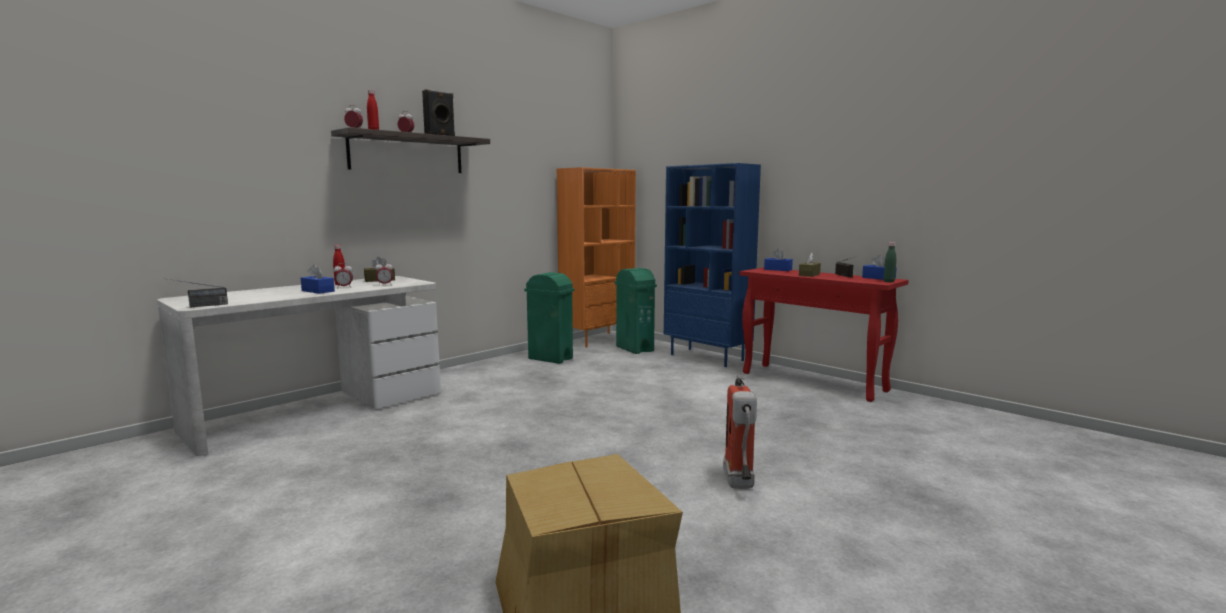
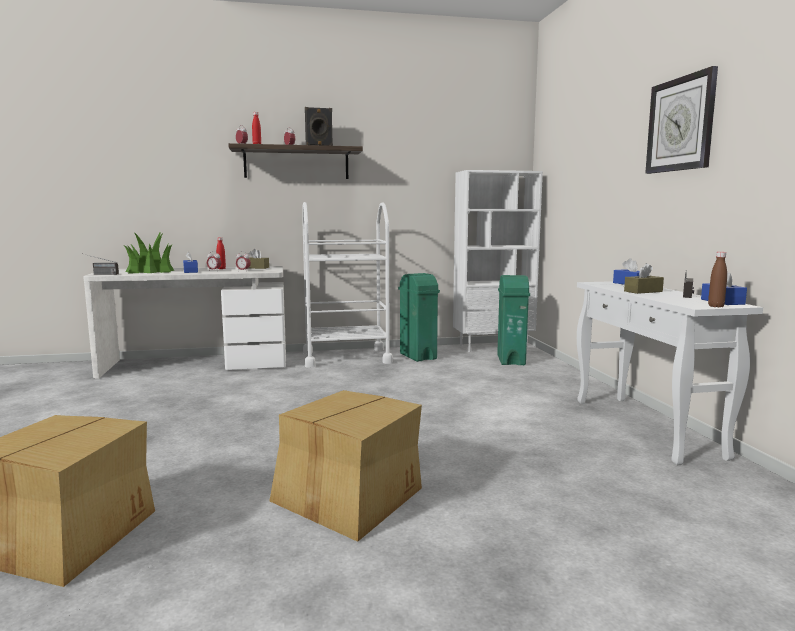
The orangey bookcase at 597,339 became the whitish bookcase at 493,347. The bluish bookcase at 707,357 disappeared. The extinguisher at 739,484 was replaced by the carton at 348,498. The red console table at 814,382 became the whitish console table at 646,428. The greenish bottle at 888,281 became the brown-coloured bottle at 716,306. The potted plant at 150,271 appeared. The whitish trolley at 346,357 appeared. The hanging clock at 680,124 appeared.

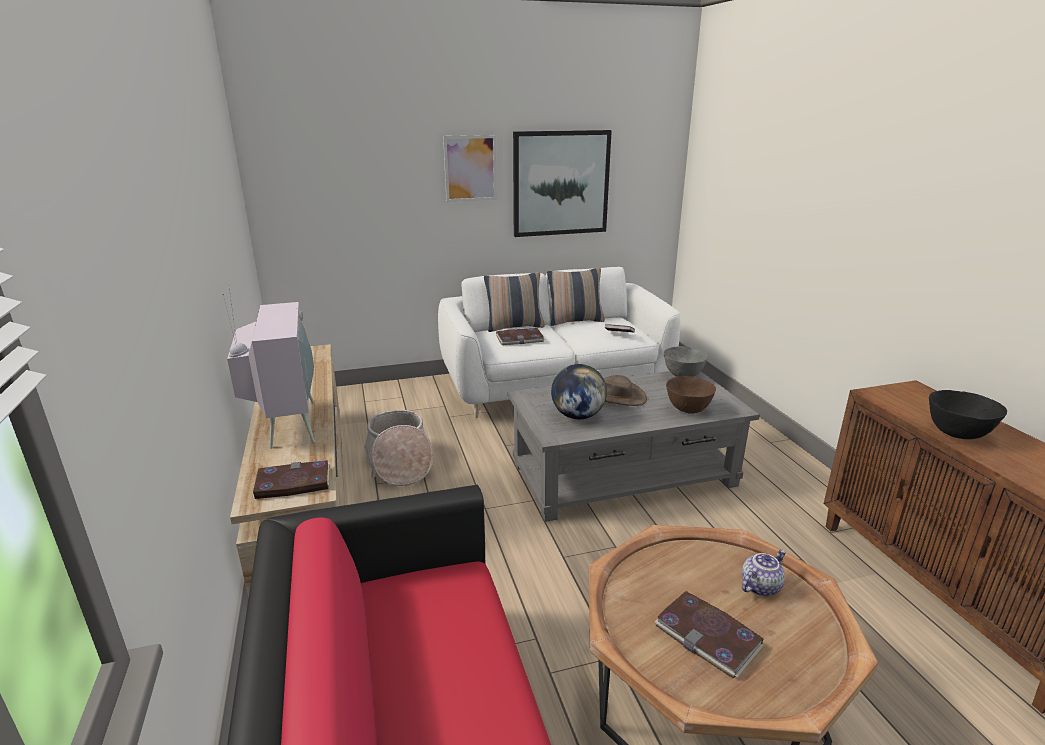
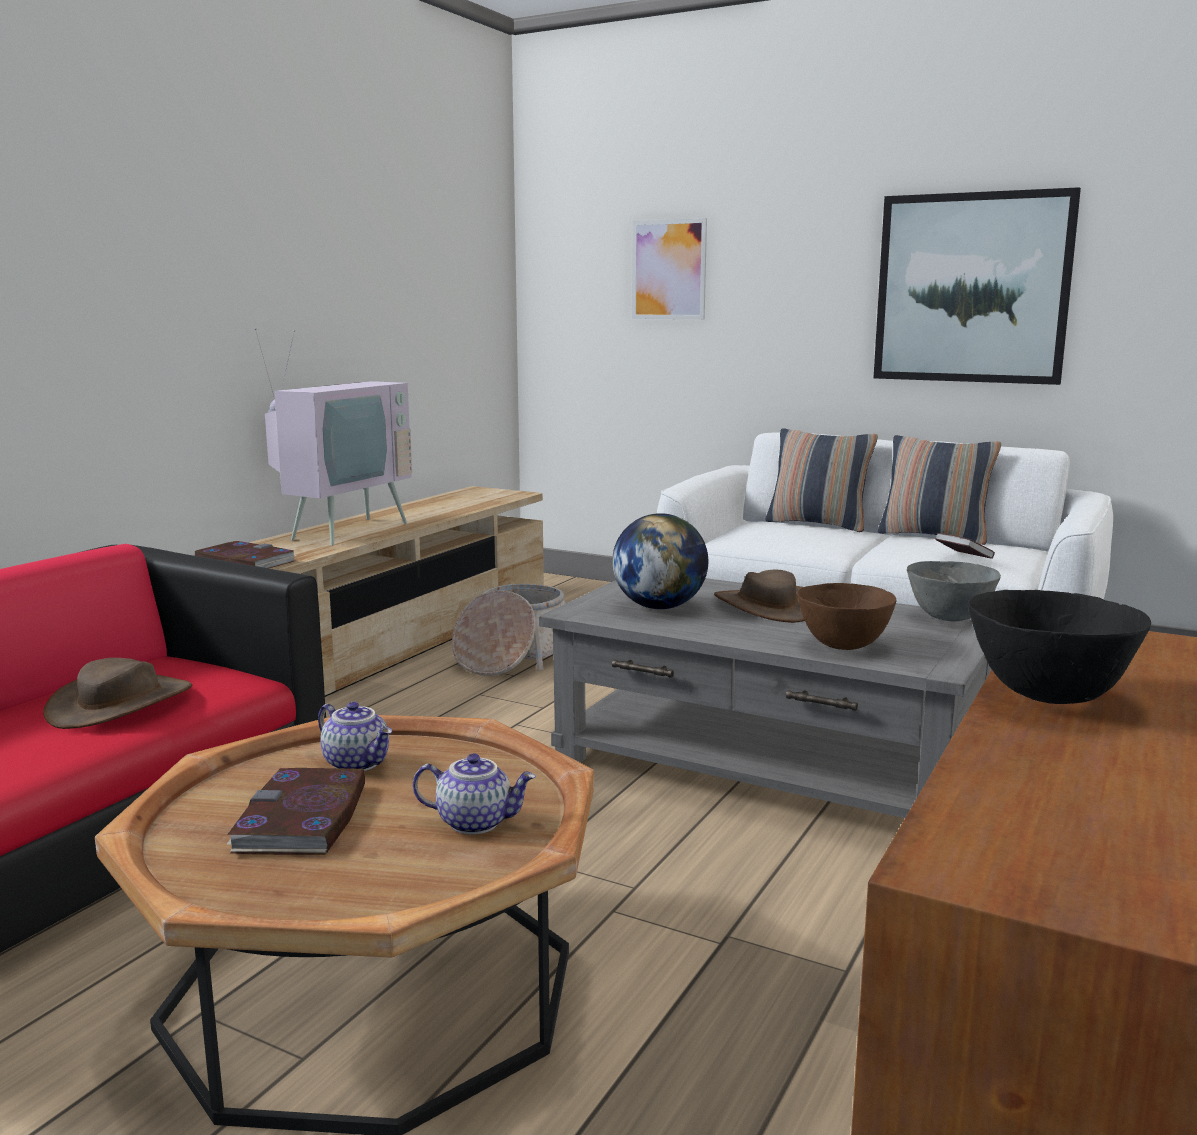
The wall art moved from 470,168 to 668,269. The book at 520,339 disappeared. The brown-coloured hat at 121,703 appeared. The pot for tea at 358,763 appeared.

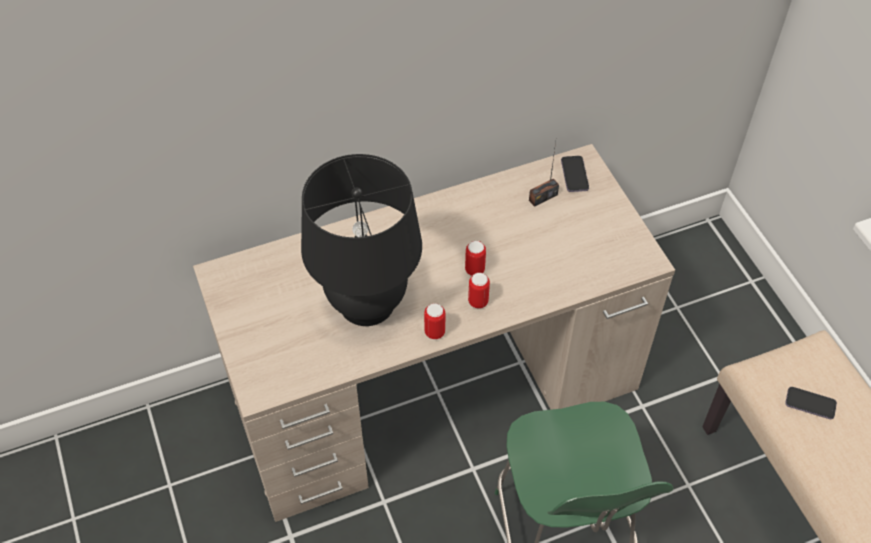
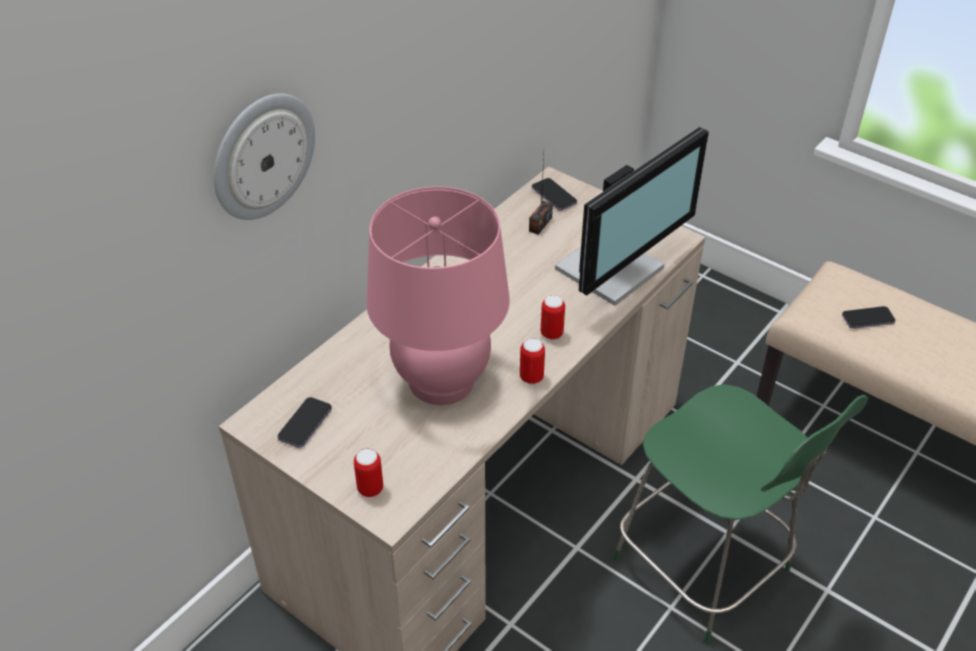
The black table lamp at 367,303 became the pink-coloured table lamp at 441,380. The sealed can moved from 474,270 to 370,489. The hanging clock at 262,156 appeared. The telephone at 305,424 appeared. The monitor at 614,270 appeared.

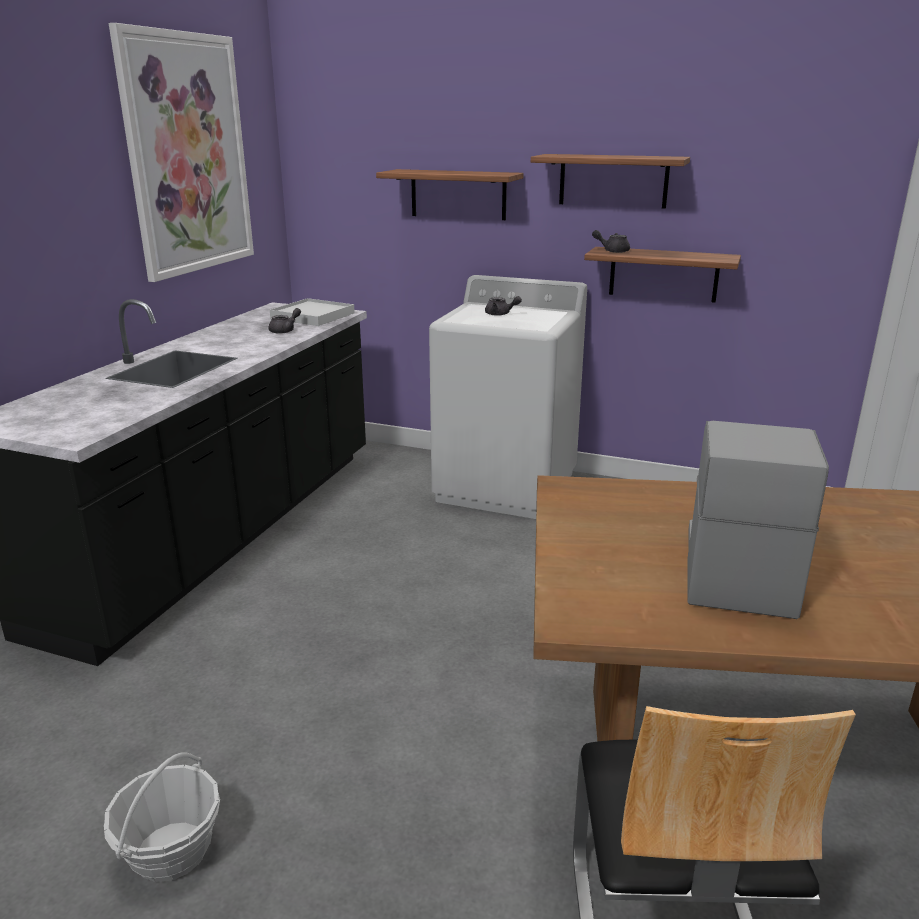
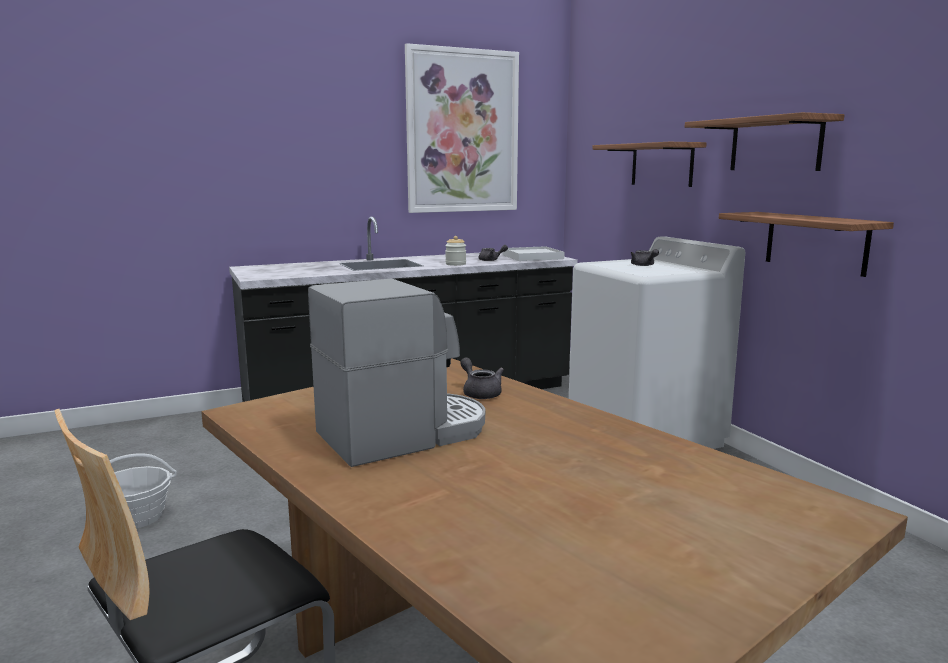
The grey pot for tea moved from 612,251 to 480,393. The jar at 455,264 appeared.

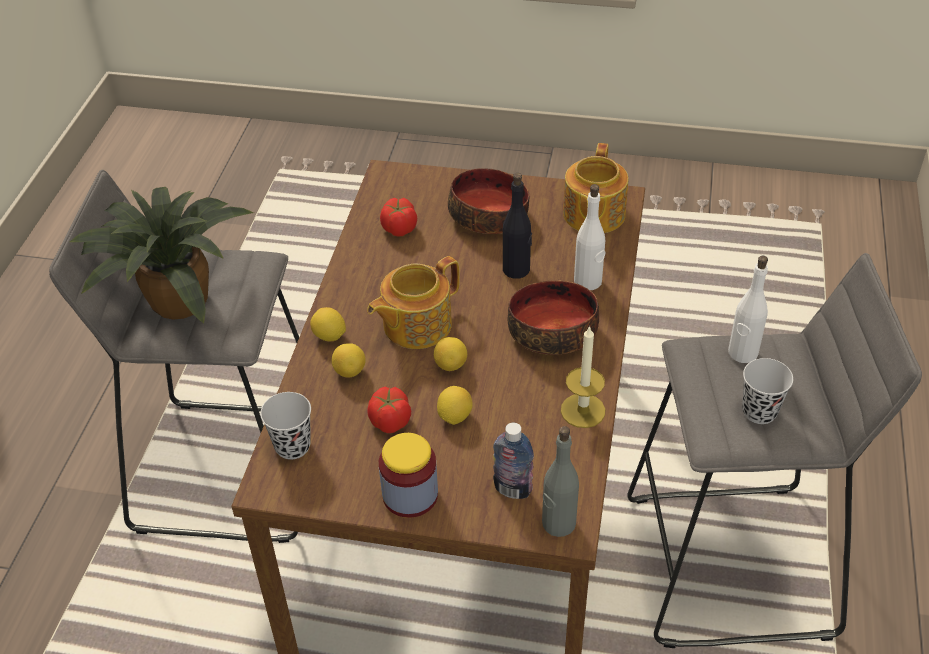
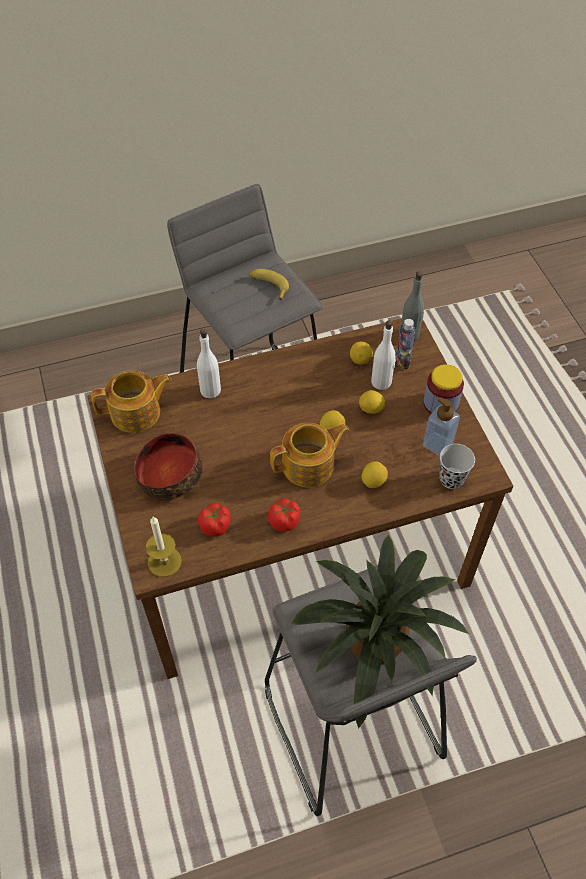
The citrus fruit moved from 329,336 to 360,360. The pot for tea at 415,325 turned 45 degrees counterclockwise. The whole tomato moved from 390,421 to 284,521. The black bottle at 516,269 disappeared. The bowl at 553,331 disappeared. The wax light moved from 583,410 to 164,561. The whitish bottle moved from 742,353 to 381,382. The black drinking cup at 759,411 was replaced by the banana fruit at 268,286. The soap dispenser at 437,444 appeared.

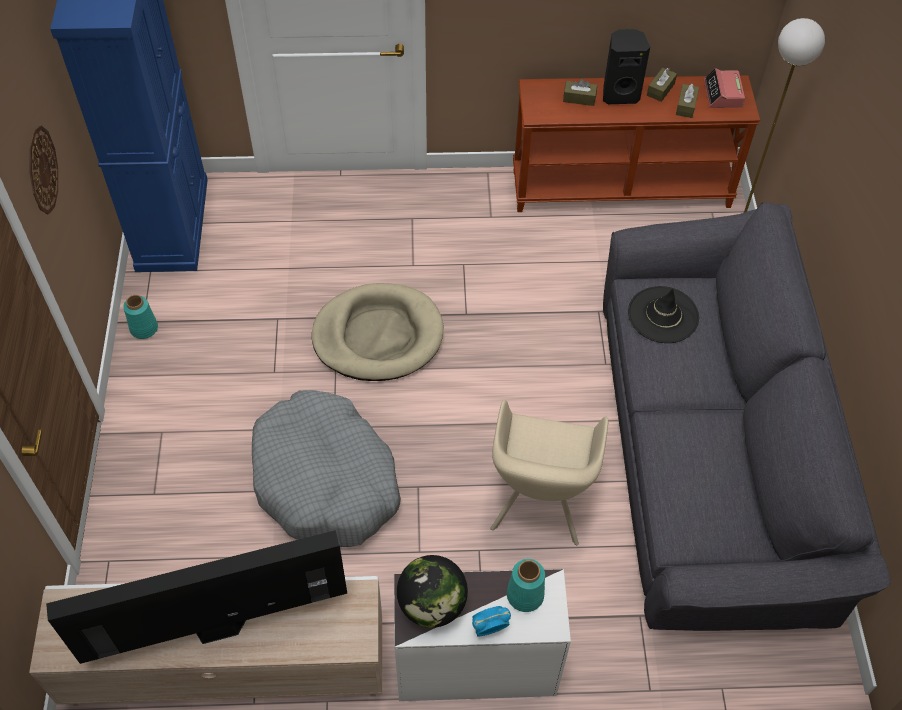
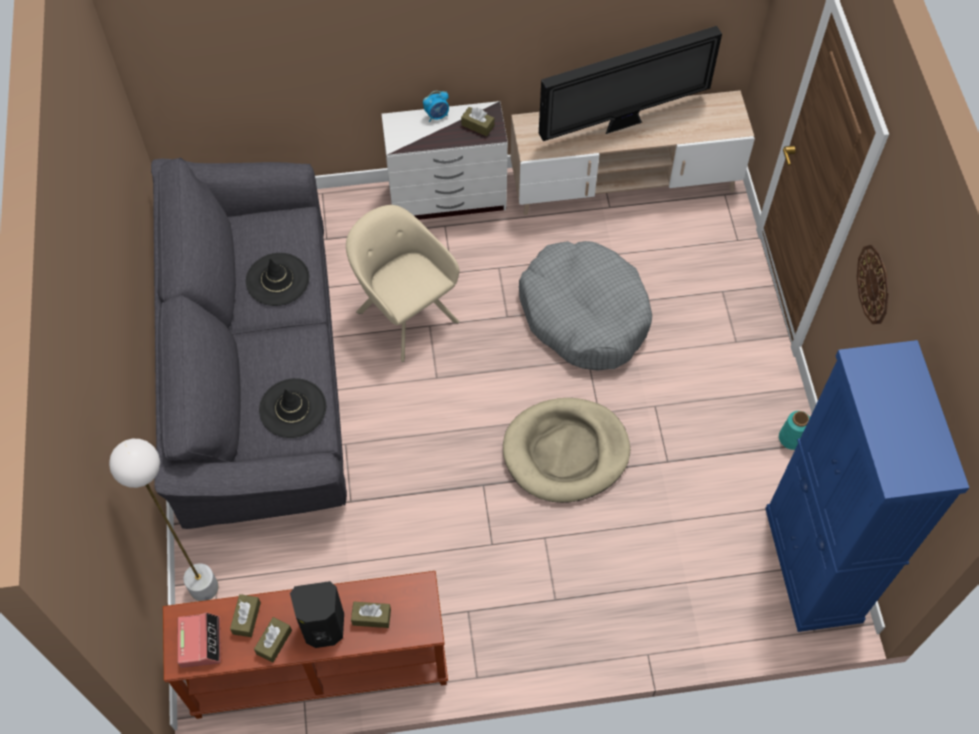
The globe at 432,604 was replaced by the brown-coloured tissue box at 477,125. The beige easy chair at 540,502 turned 45 degrees counterclockwise. The turquoise-coloured vase at 525,594 disappeared. The black hat at 277,280 appeared.

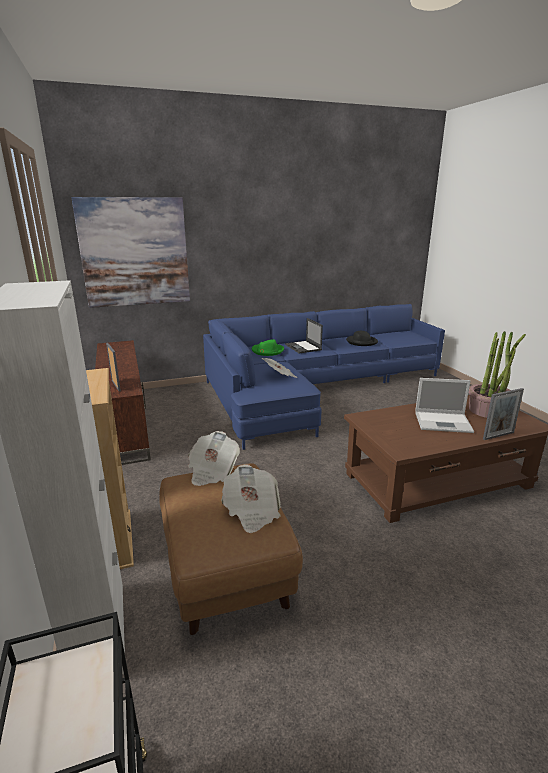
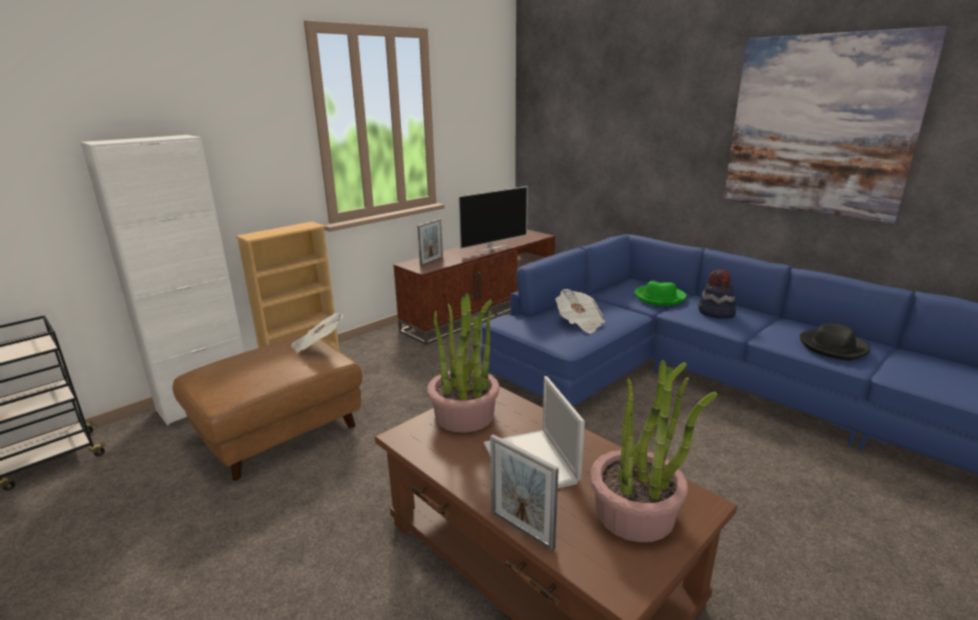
The wall art moved from 135,252 to 819,126. The daily paper at 251,511 disappeared. The portable computer at 303,347 was replaced by the hat at 715,313. The potted plant at 464,416 appeared. The TV set at 492,248 appeared.

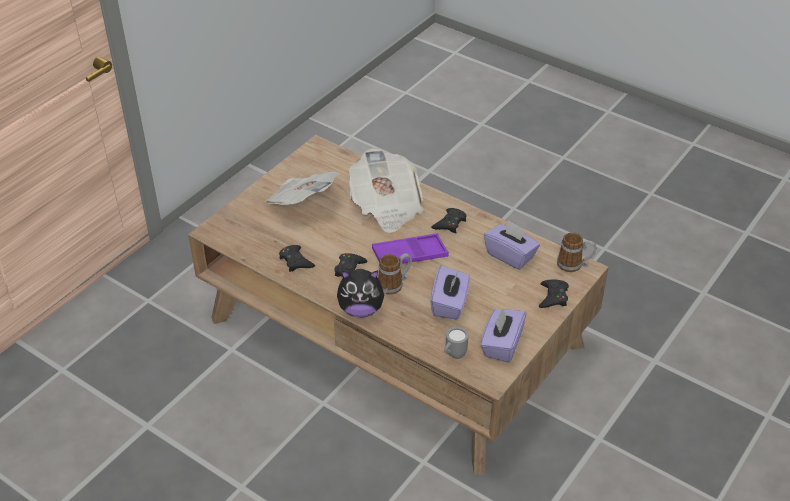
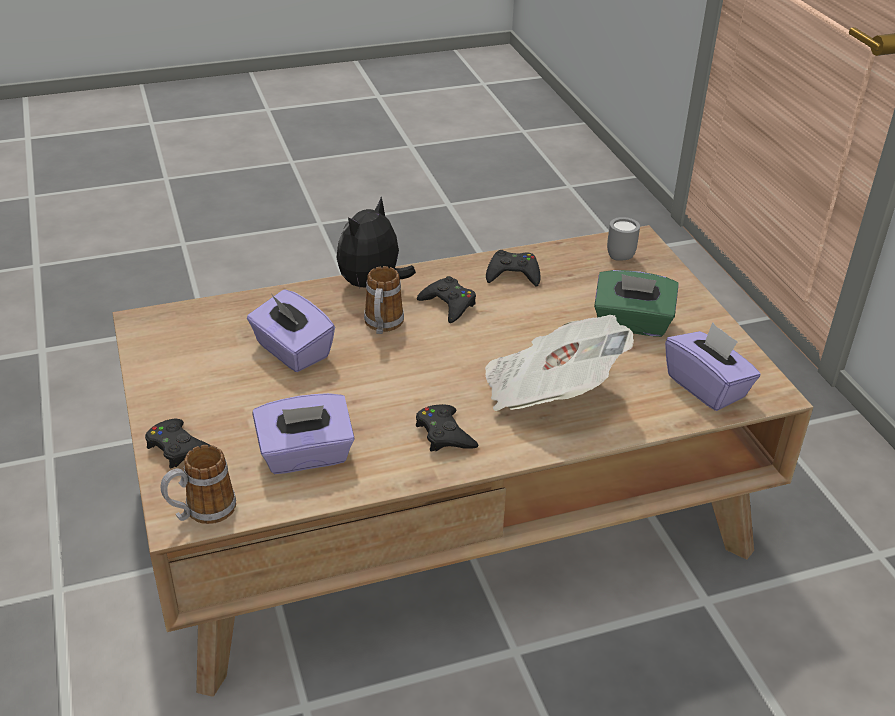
The daily paper at 302,203 was replaced by the greenish tissue box at 632,323. The purple-coloured tray at 410,255 disappeared. The grey coffee mug moved from 453,355 to 619,254. The purple-coloured tissue box moved from 501,345 to 706,387.

